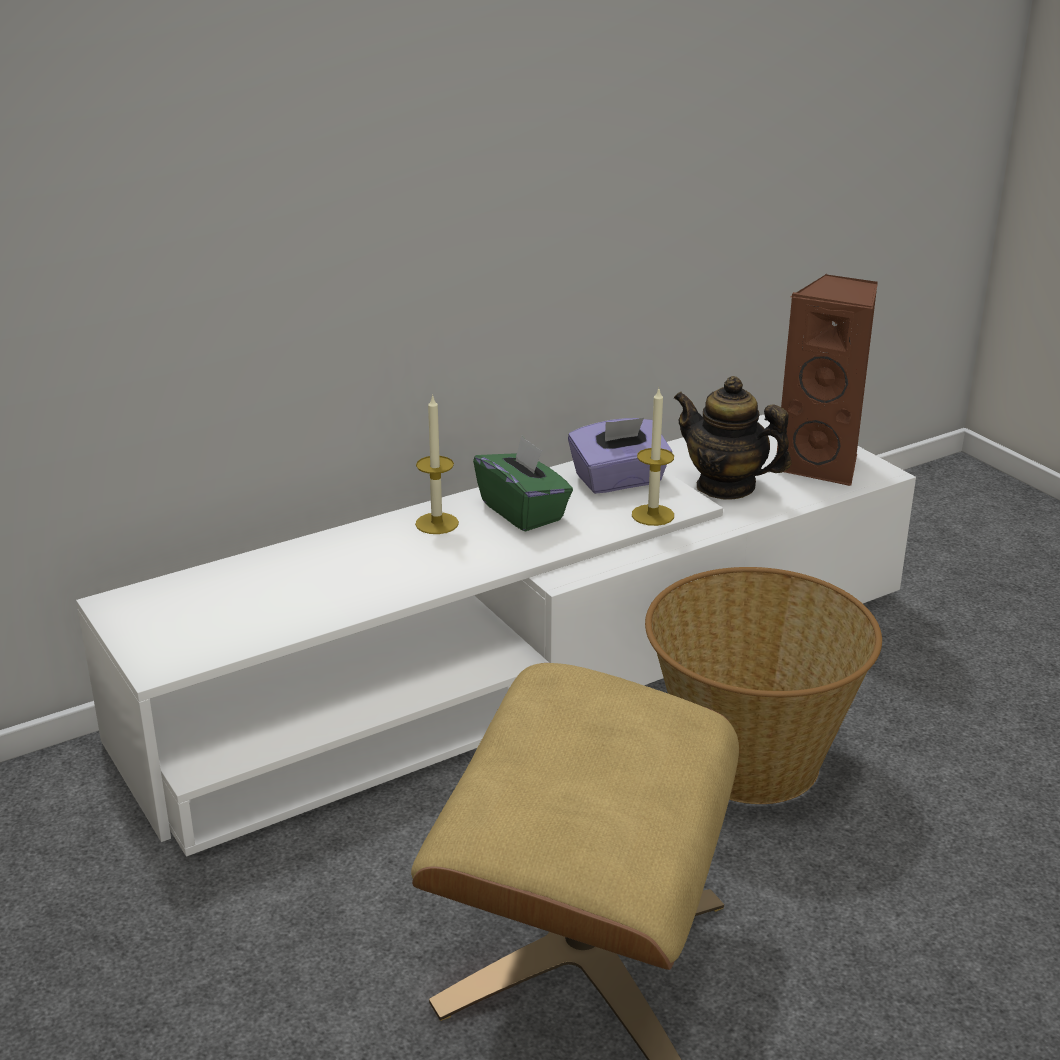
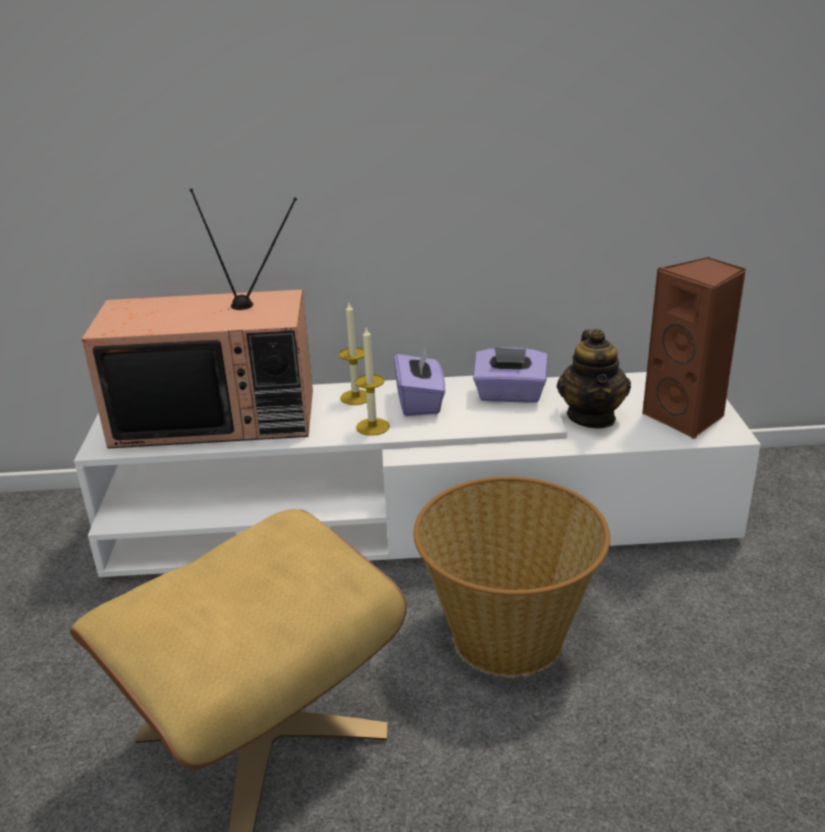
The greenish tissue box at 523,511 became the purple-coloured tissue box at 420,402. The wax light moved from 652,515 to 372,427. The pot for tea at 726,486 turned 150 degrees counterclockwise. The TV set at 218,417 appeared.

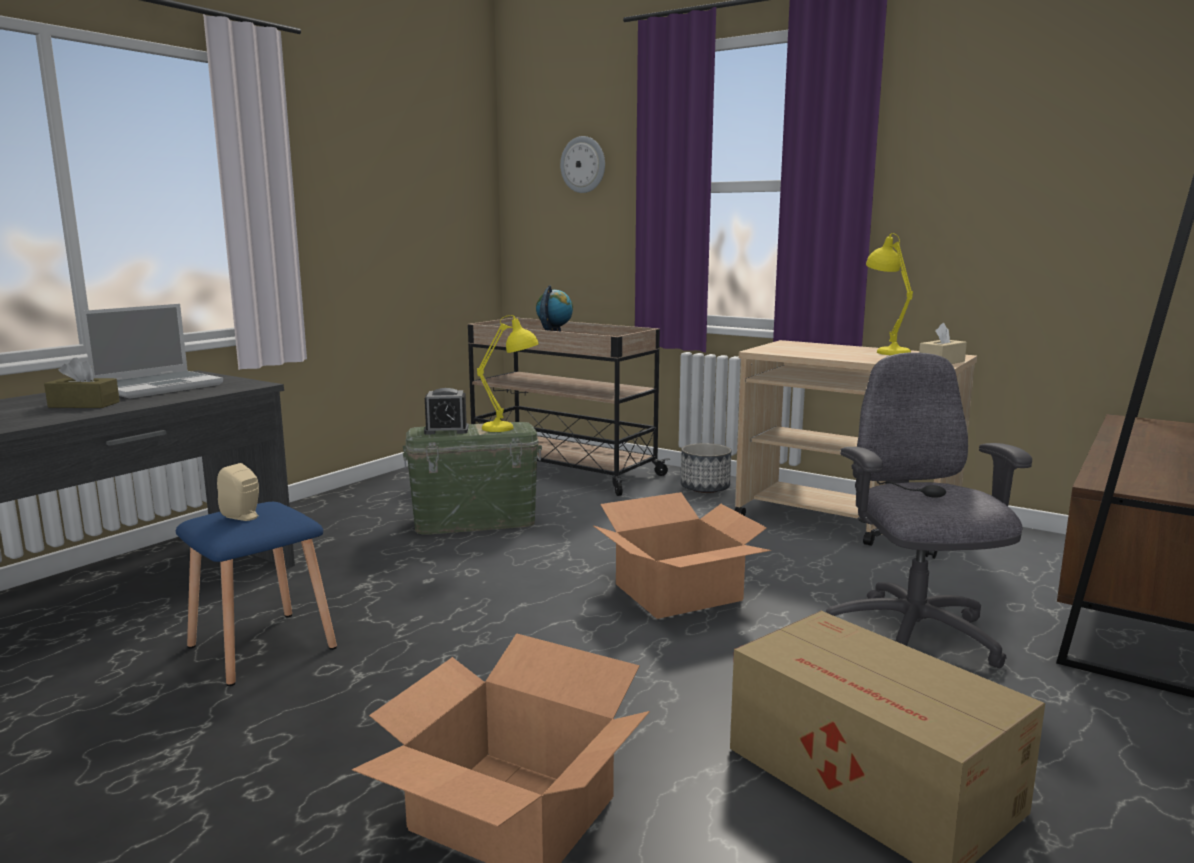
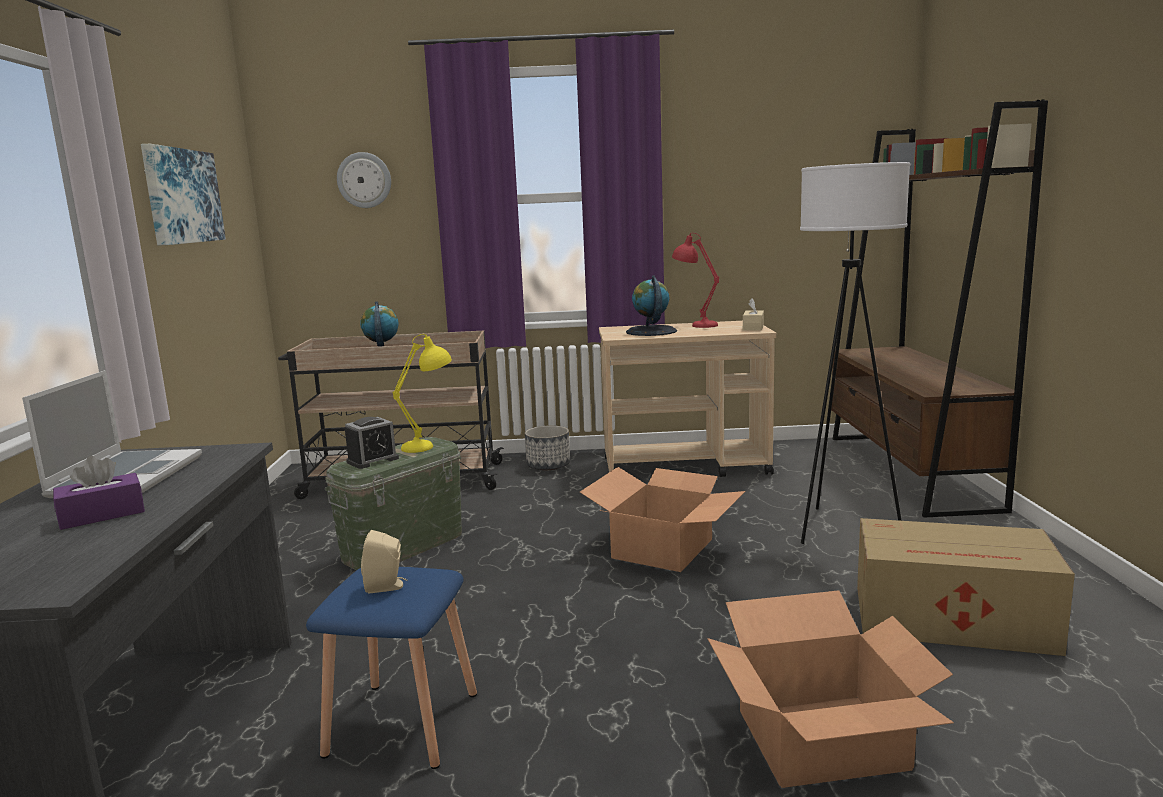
The brown-coloured tissue box at 84,404 became the purple-coloured tissue box at 102,515. The grey desk chair at 913,639 was replaced by the whitish floor lamp at 841,529. The yellow table lamp at 885,351 became the red table lamp at 695,325. The wall art at 182,196 appeared. The globe at 651,331 appeared.

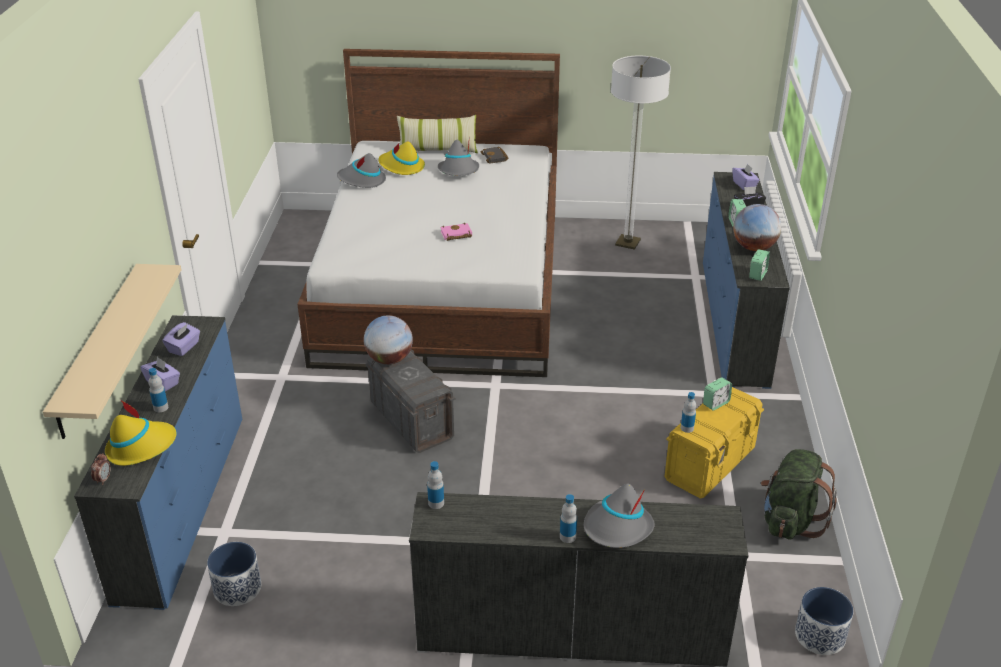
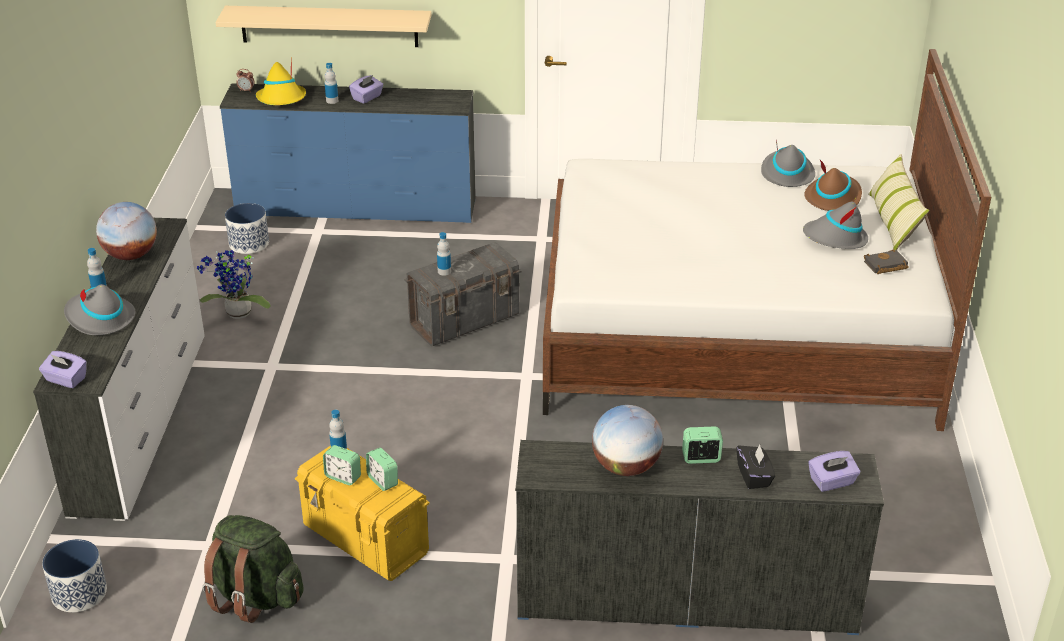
The purple-coloured tissue box moved from 184,347 to 65,380. The globe moved from 389,359 to 131,255. The yellow hat at 401,167 became the brown-coloured hat at 833,197. The bottle moved from 436,503 to 444,271. The pink-coloured book at 455,235 disappeared. The floor lamp at 627,243 disappeared. The alarm clock moved from 757,275 to 343,477. The potted plant at 237,314 appeared.

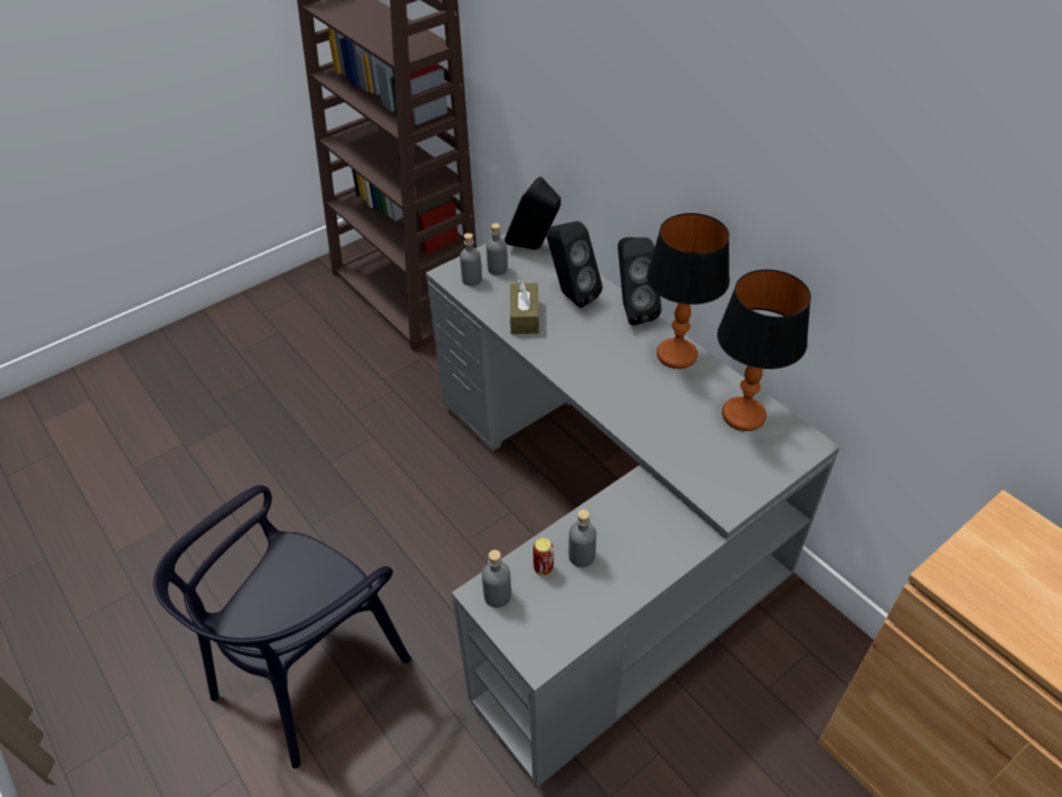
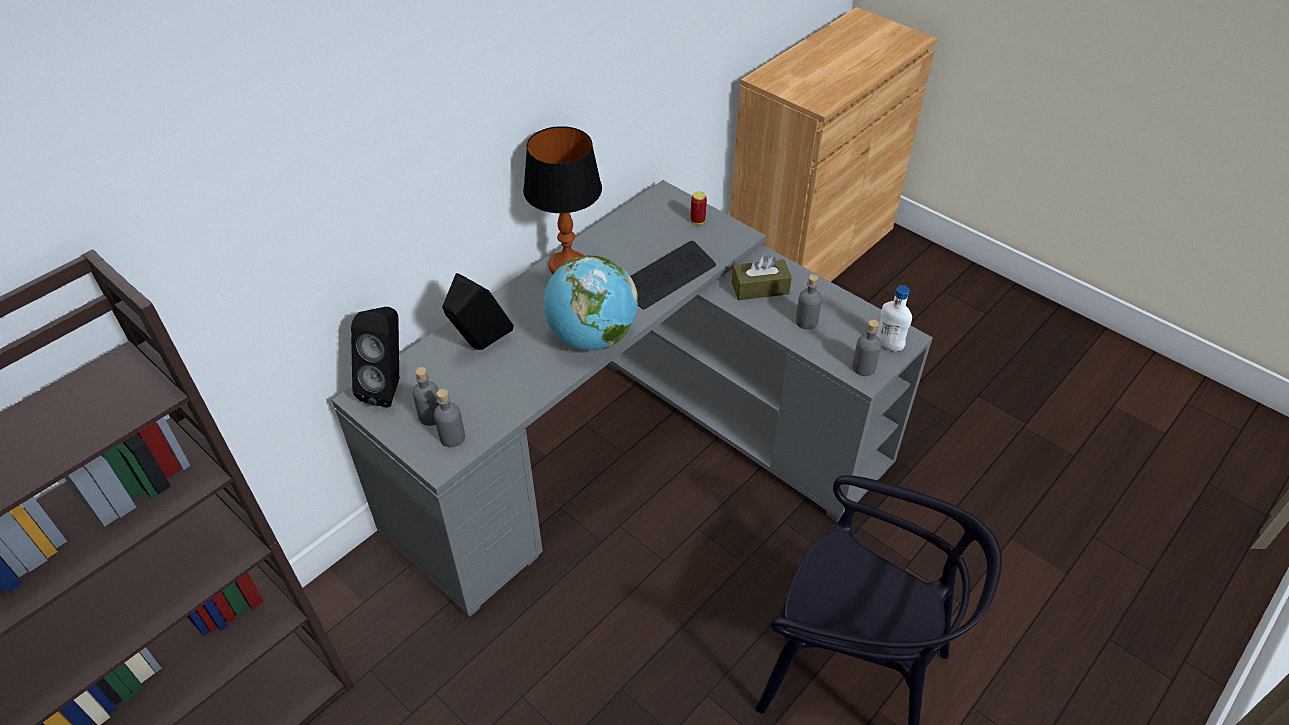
The brown-coloured tissue box moved from 524,317 to 760,288. The sealed can moved from 543,568 to 697,221. The black loudspeaker at 632,311 disappeared. The table lamp at 743,415 disappeared. The globe at 592,337 appeared. The computer keyboard at 667,277 appeared. The whitish bottle at 888,345 appeared.

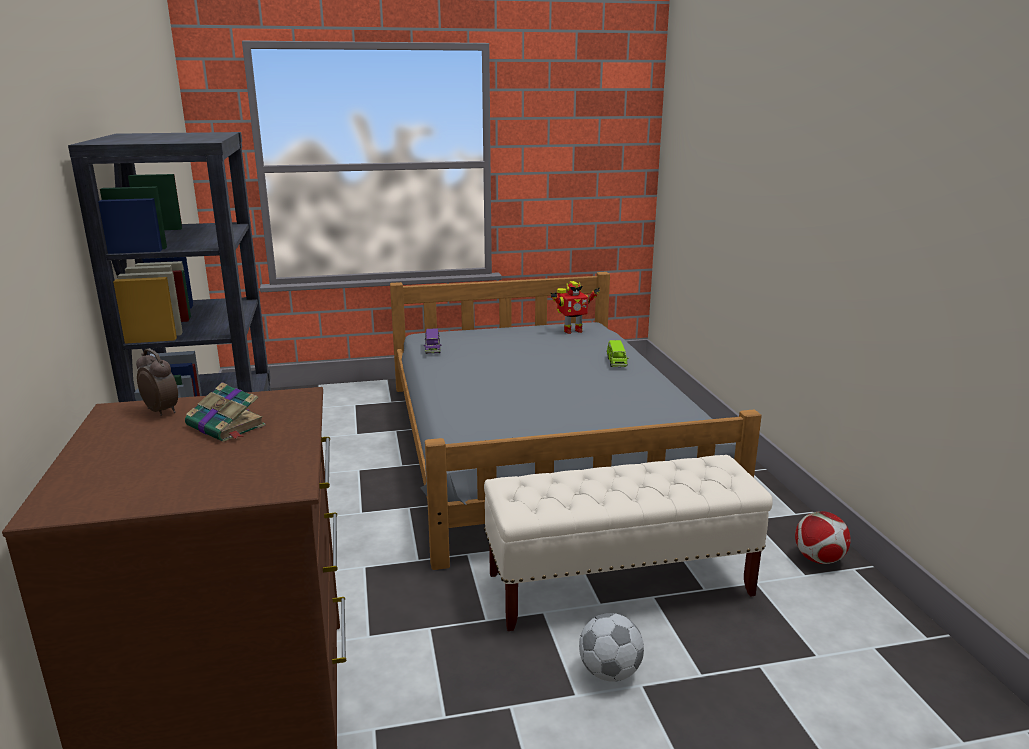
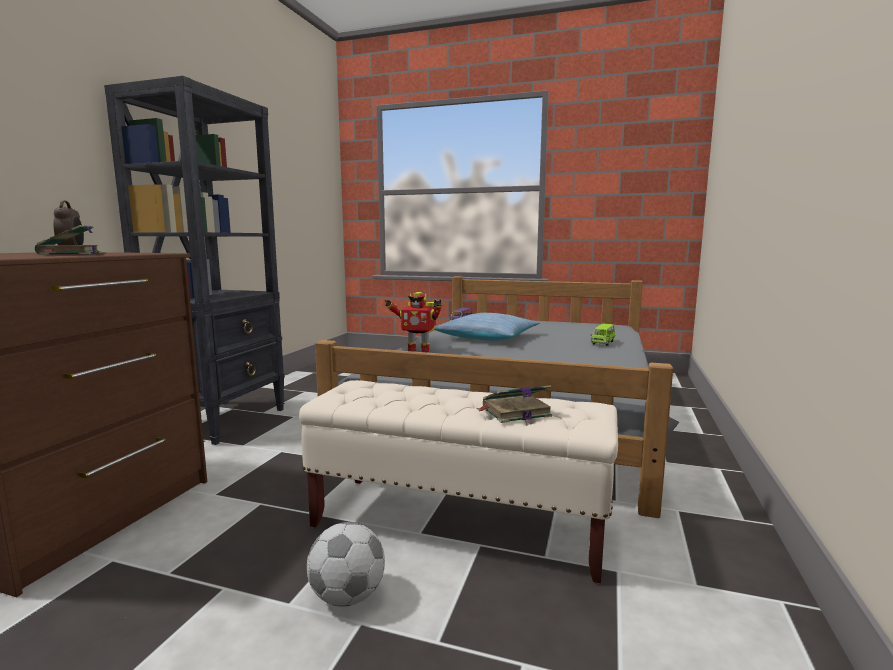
The robot figure moved from 572,331 to 418,350. The football ball at 819,559 disappeared. The cushion at 488,337 appeared. The book at 514,412 appeared.

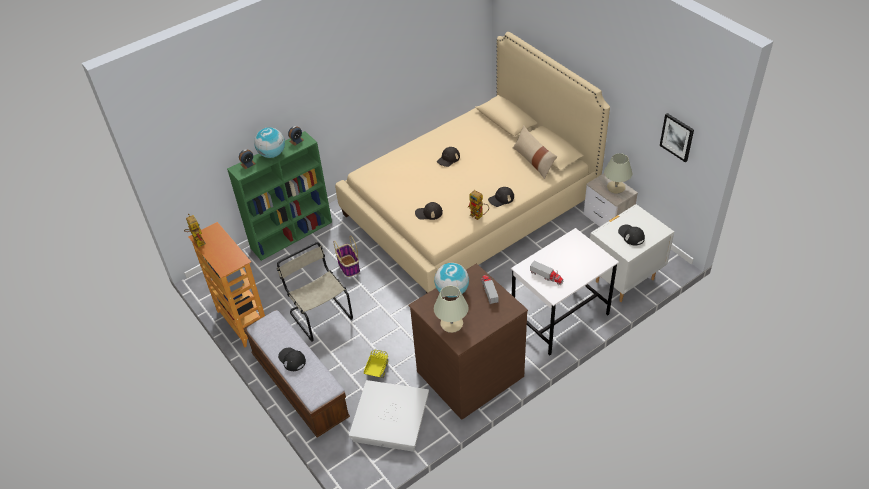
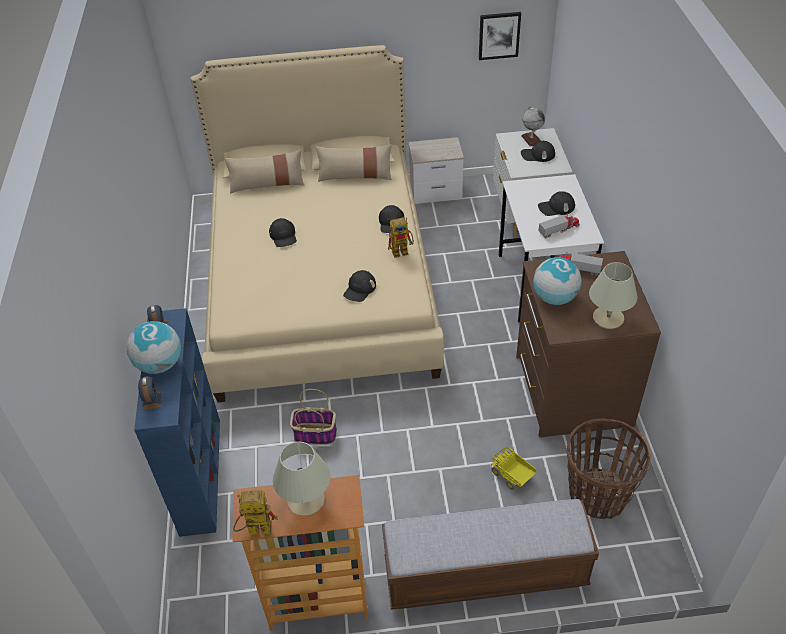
The greenish bookcase at 292,234 became the bluish bookcase at 200,474. The beige chair at 319,314 disappeared. The black peaked cap moved from 292,359 to 556,207. The whitish storage bin at 390,420 was replaced by the basket at 597,495. The beige table lamp moved from 616,187 to 306,500. The beige cushion at 267,184 appeared. The globe at 531,139 appeared.

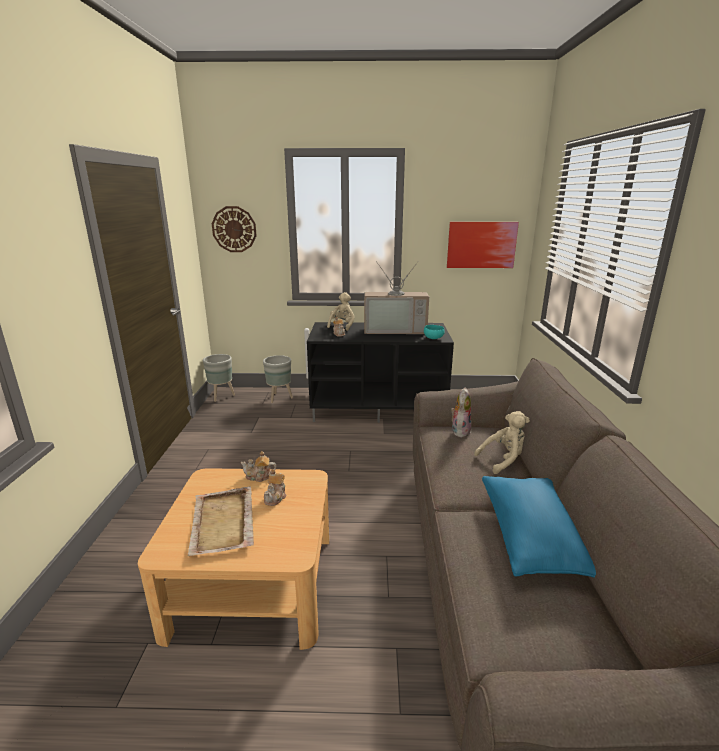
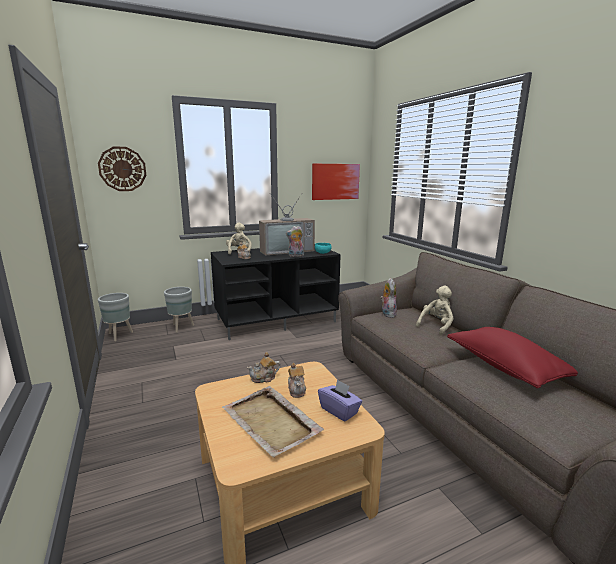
The bluish cushion at 531,537 became the red cushion at 505,367. The soft toy at 295,256 appeared. The purple-coloured tissue box at 339,410 appeared.

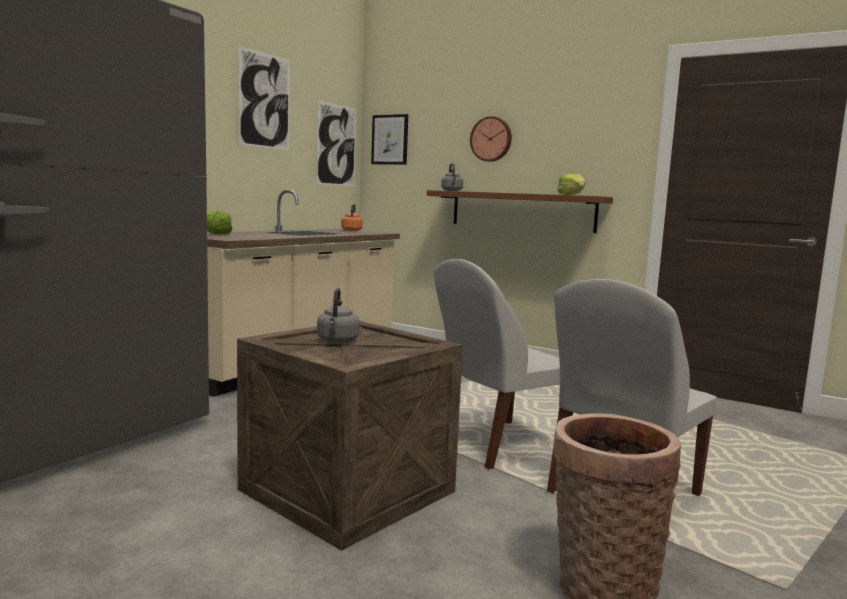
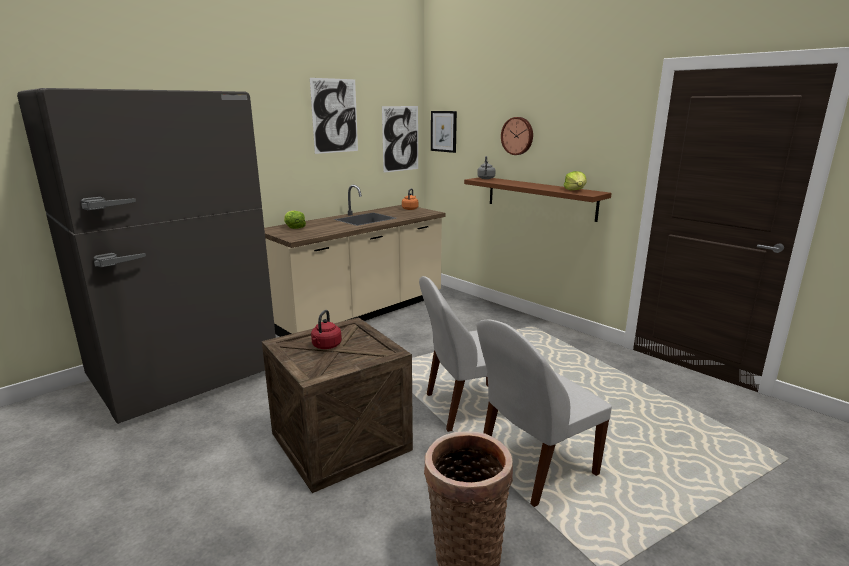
The grey water kettle at 337,341 became the red water kettle at 326,346.

